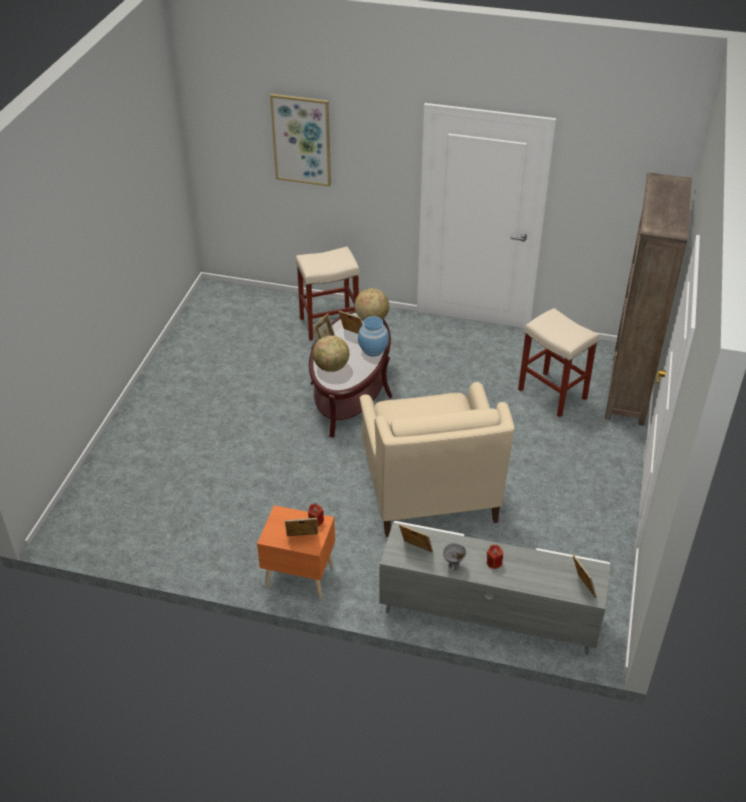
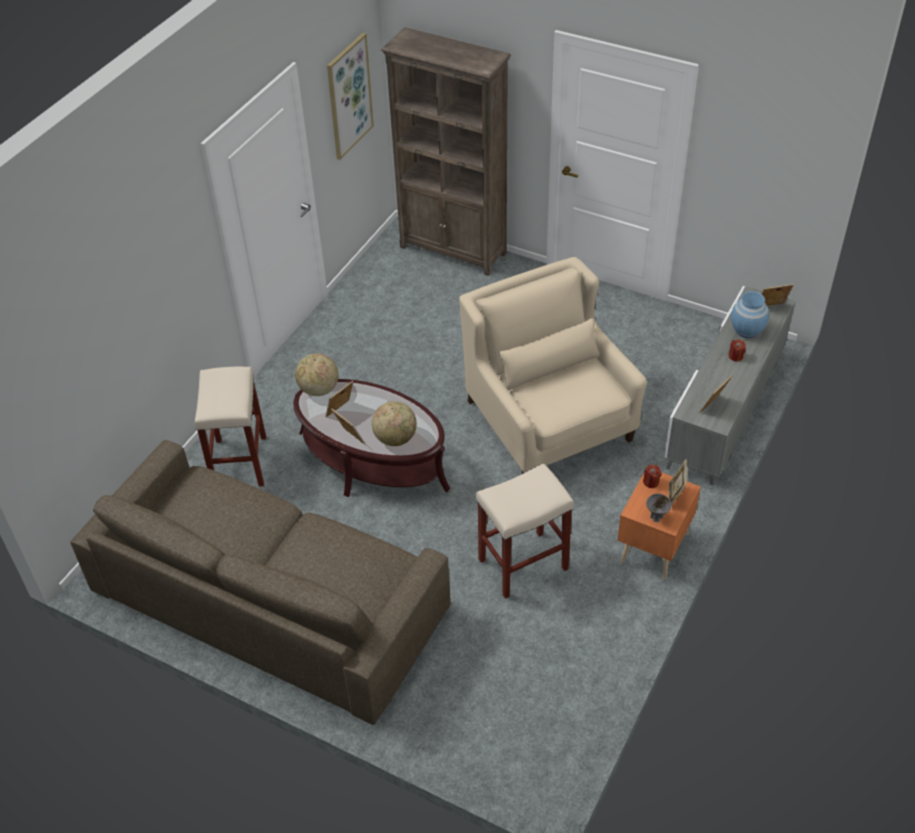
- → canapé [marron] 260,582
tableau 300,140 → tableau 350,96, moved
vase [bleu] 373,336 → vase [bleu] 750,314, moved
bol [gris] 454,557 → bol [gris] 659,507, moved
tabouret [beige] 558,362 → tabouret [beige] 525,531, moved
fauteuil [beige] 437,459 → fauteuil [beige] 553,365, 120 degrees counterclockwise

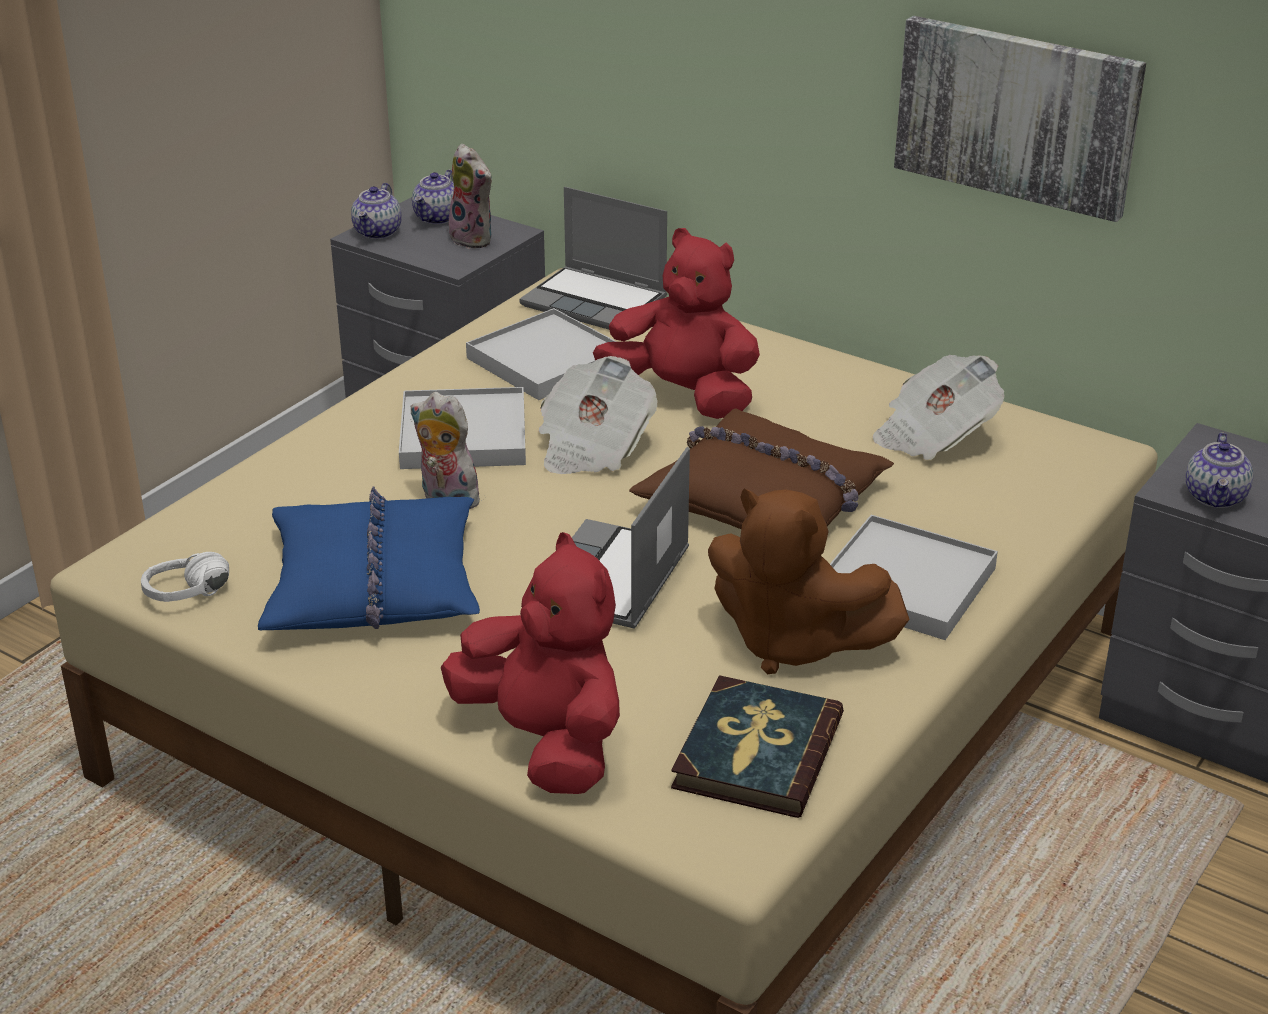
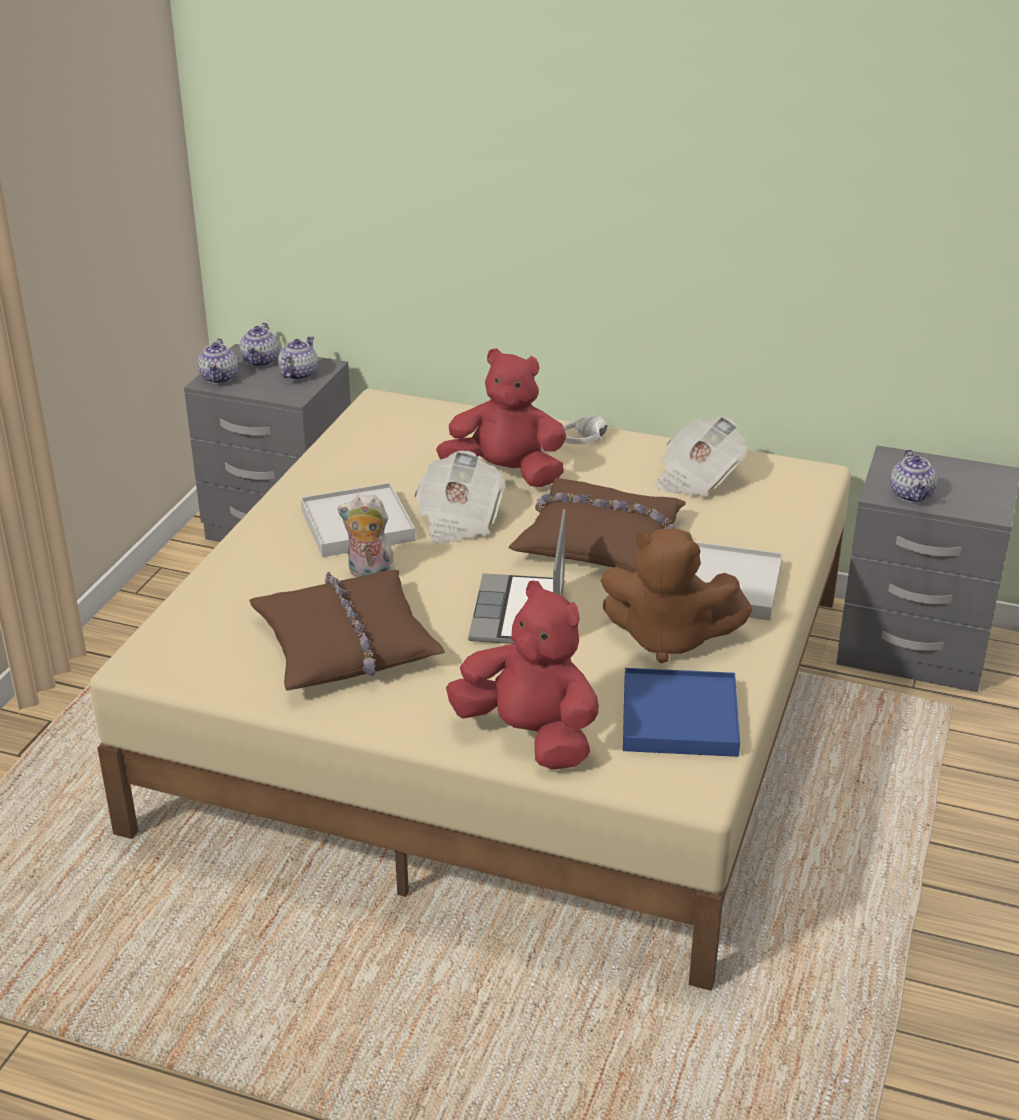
plateau [blanc] 541,354 → -
ordinateur portable 593,258 → -
tableau 1020,119 → -
casque audio [blanc] 185,577 → casque audio [blanc] 585,429, moved
peluche 470,196 → théière 298,358
livre 757,746 → plateau [bleu] 681,712
coussin [bleu] 369,558 → coussin [marron] 347,630

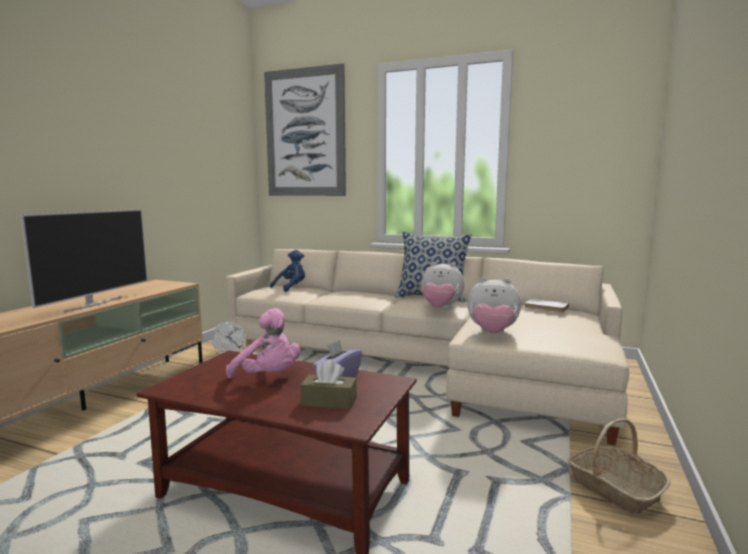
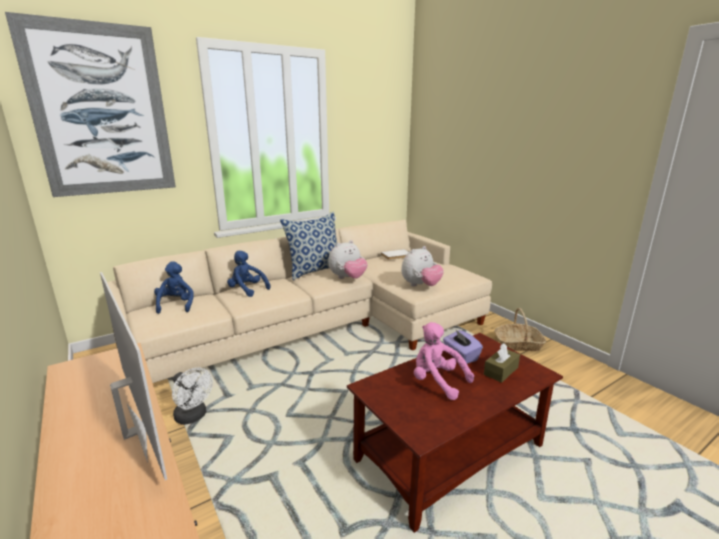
- → peluche [bleu] 248,274
peluche [rose] 263,343 → peluche [rose] 444,361, 120 degrees counterclockwise

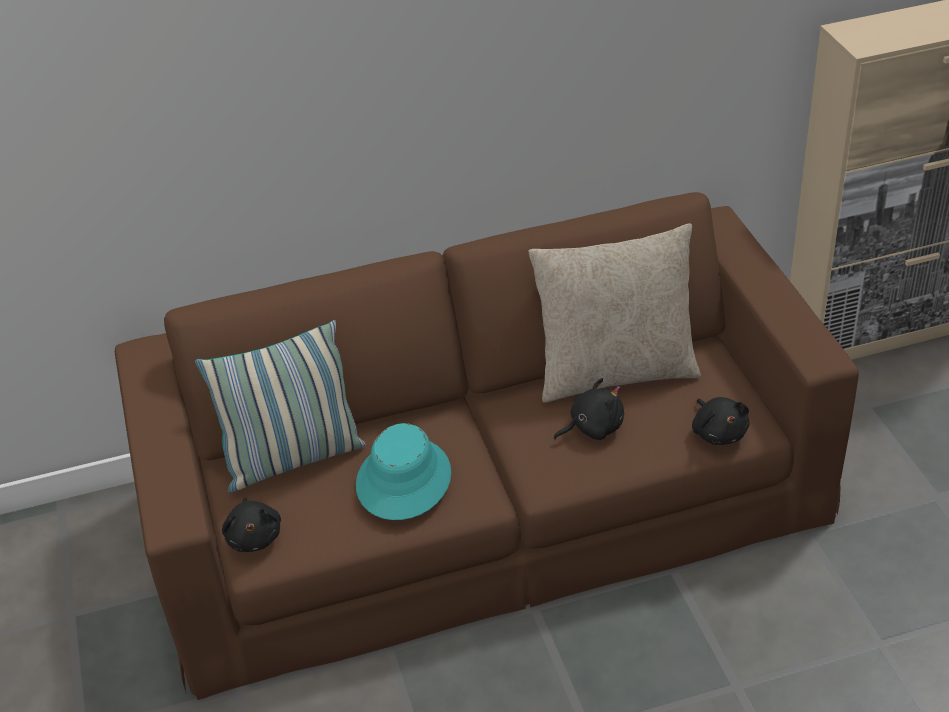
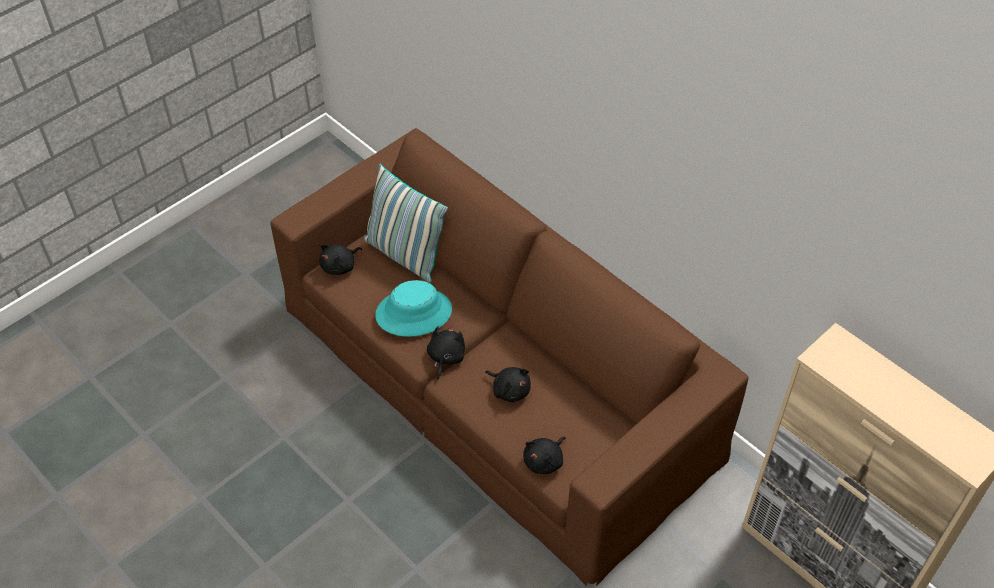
coussin [beige] 614,313 → -
- → peluche [noir] 446,352

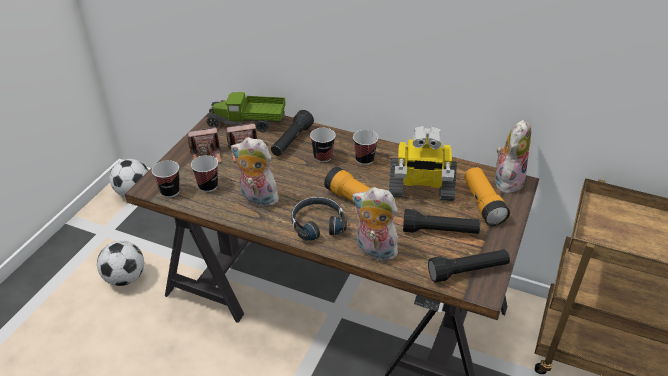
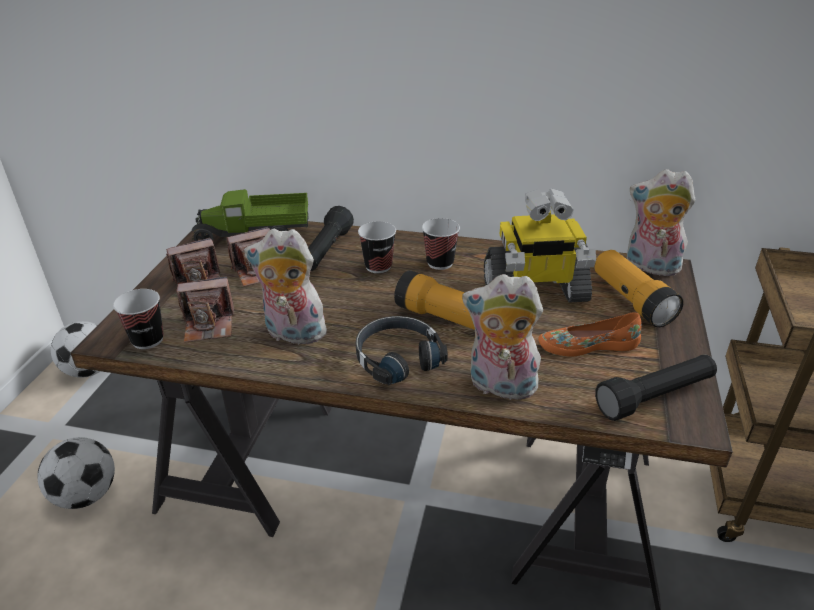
tasse 204,173 → appareil photo 205,309
lampe de poche [noir] 441,221 → chaussure [orange] 590,334
peluche 513,157 → peluche 661,222, 90 degrees counterclockwise

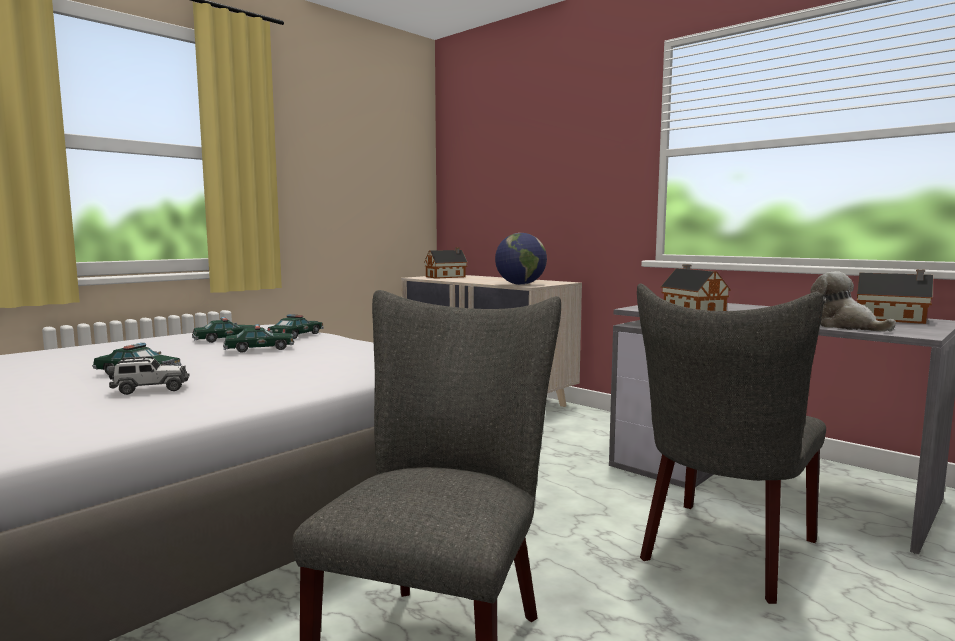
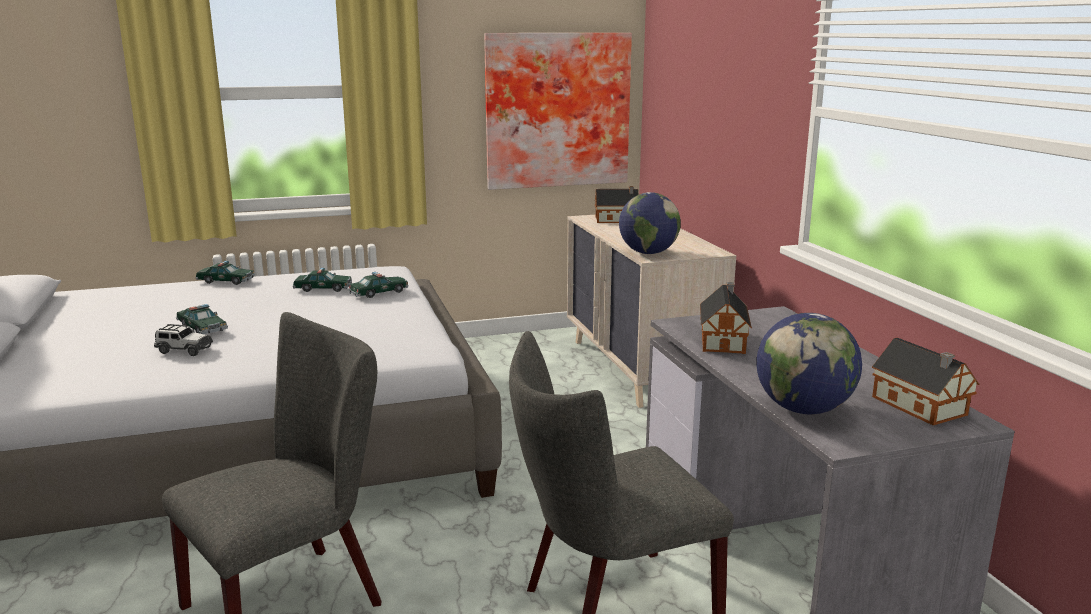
- → tableau 558,111
petite voiture 258,338 → petite voiture 225,273, moved
peluche 853,301 → globe 809,363

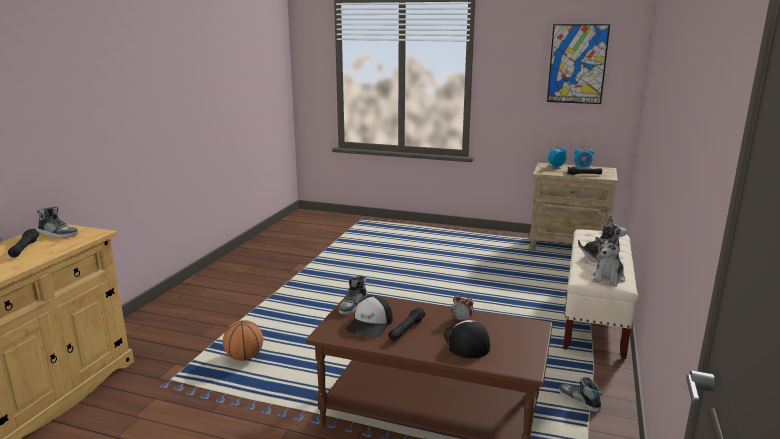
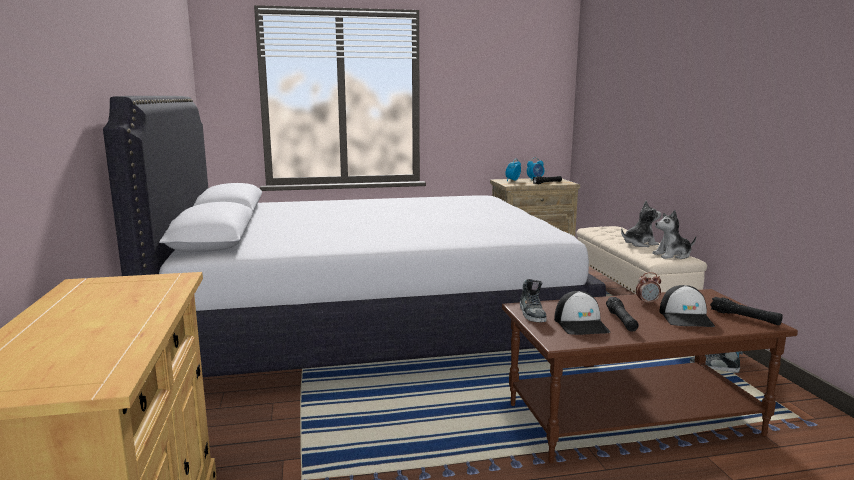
chaussure 57,222 → -
ballon de basket 243,340 → -
tableau 578,64 → -
- → lit [blanc] 354,236
lampe de poche [noir] 23,243 → lampe de poche [noir] 746,311, moved
casquette 466,339 → casquette 687,306, 135 degrees counterclockwise
peluche 609,260 → peluche 674,234, 75 degrees clockwise

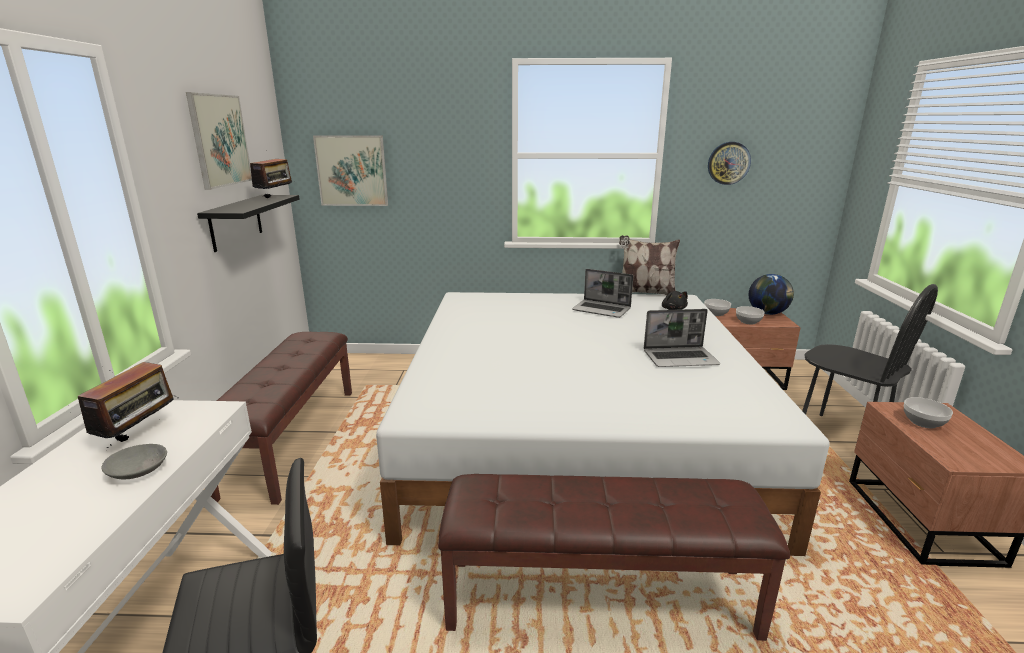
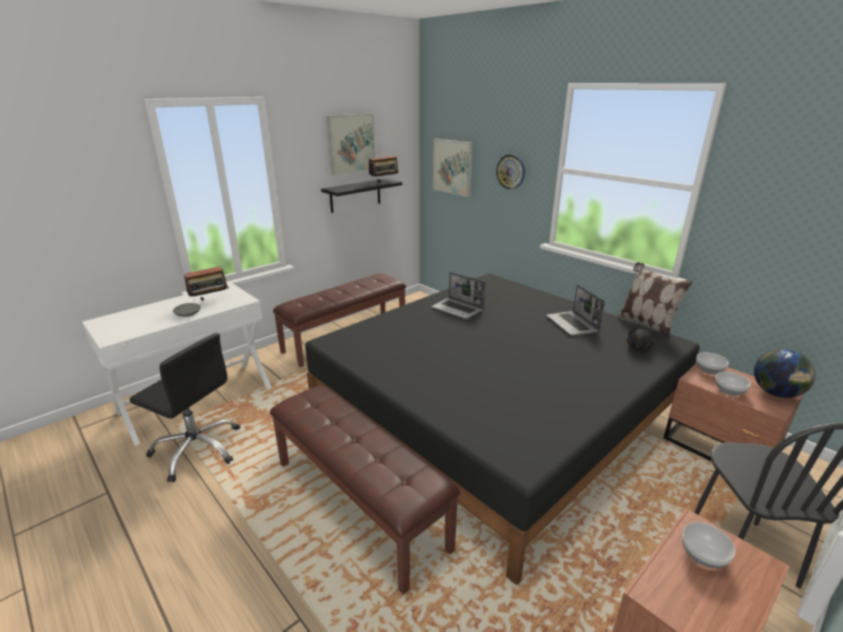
ordinateur portable 682,338 → ordinateur portable 458,295, moved
horloge murale 729,163 → horloge murale 510,171, moved
lit [blanc] 603,424 → lit [noir] 502,429

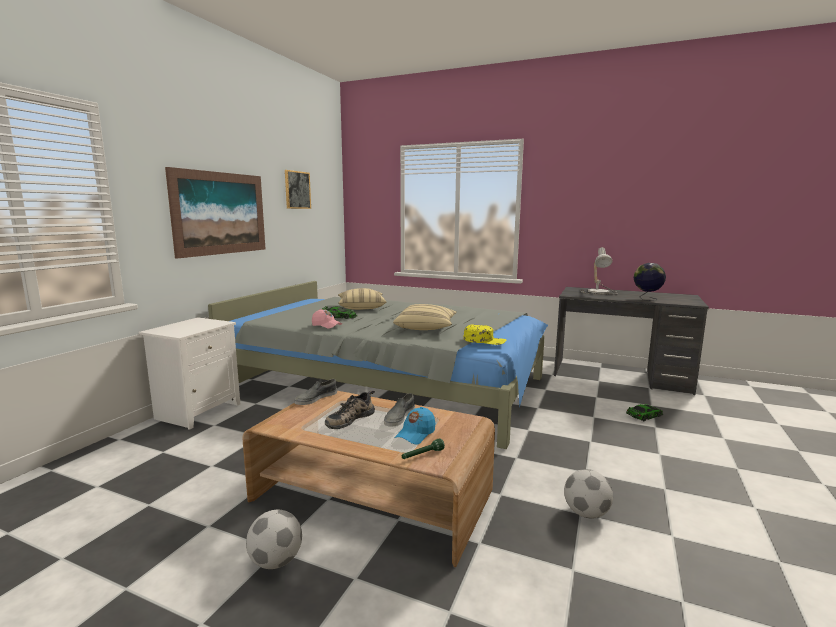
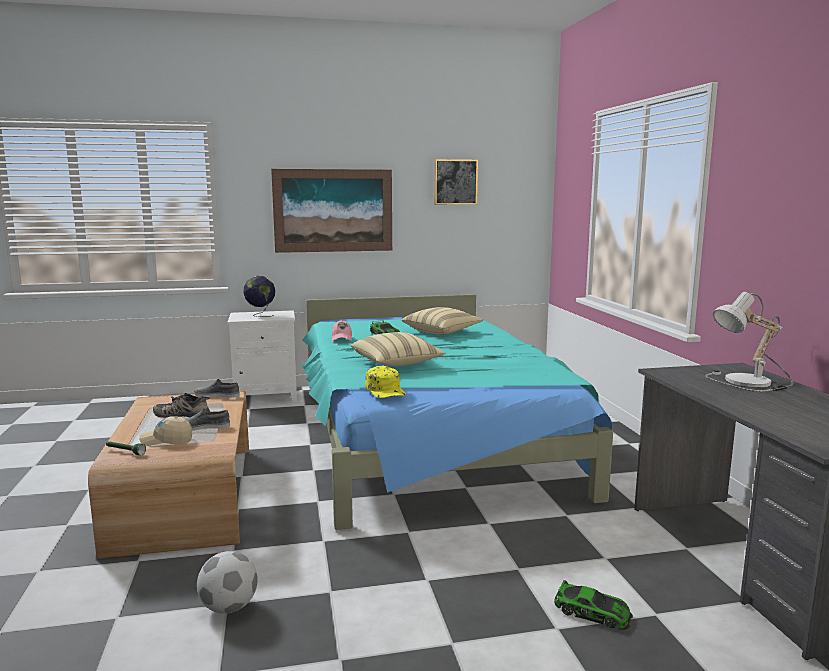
ballon de foot 274,539 → -
globe 650,282 → globe 259,296, moved
lit [gris] 378,365 → lit [turquoise] 457,412
casquette [bleu] 414,426 → casquette [beige] 165,431

